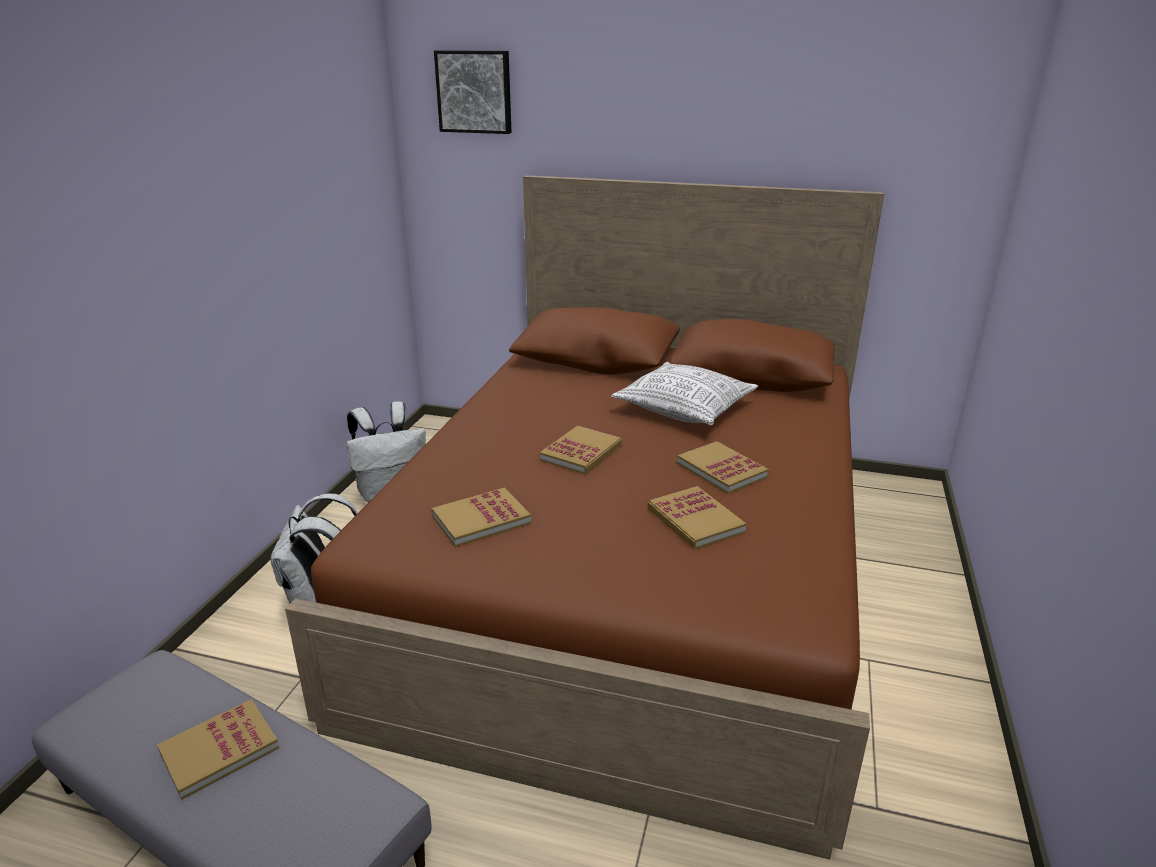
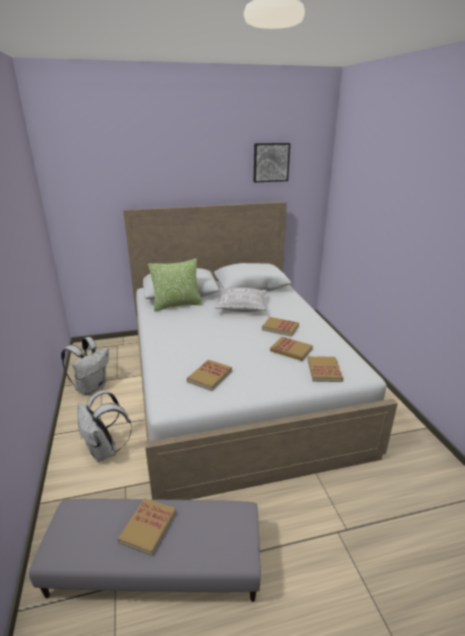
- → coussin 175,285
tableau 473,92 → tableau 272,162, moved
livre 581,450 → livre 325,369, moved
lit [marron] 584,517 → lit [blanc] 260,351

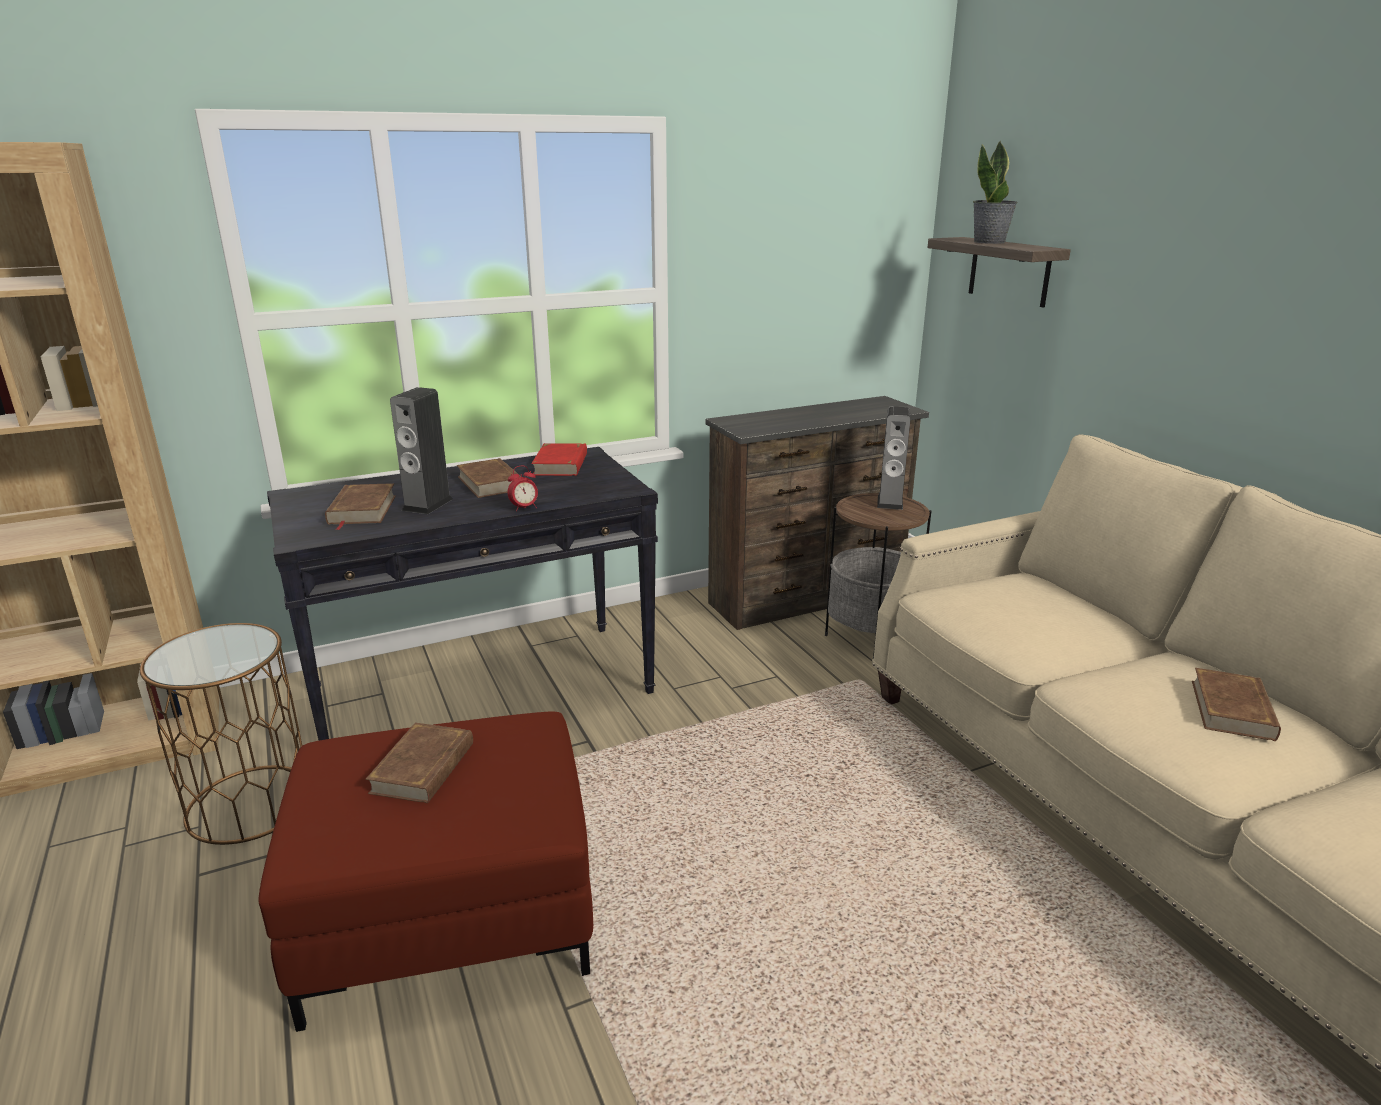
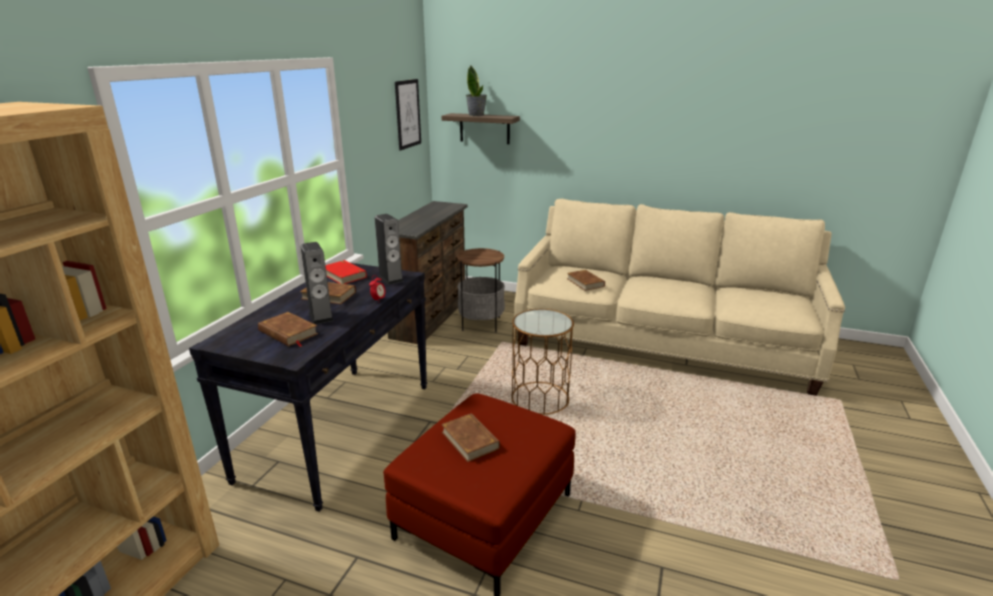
- → tableau 408,114
table d'appoint [marron] 221,734 → table d'appoint [marron] 542,362, moved
enceinte 893,458 → enceinte 389,249, moved
livre [marron] 1236,704 → livre [marron] 586,280, moved

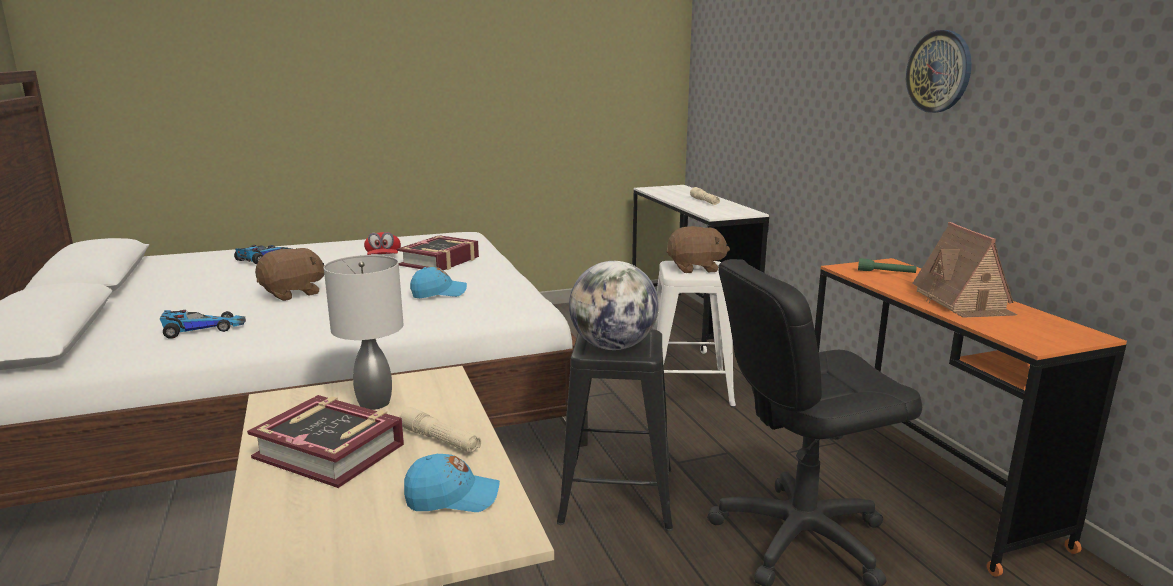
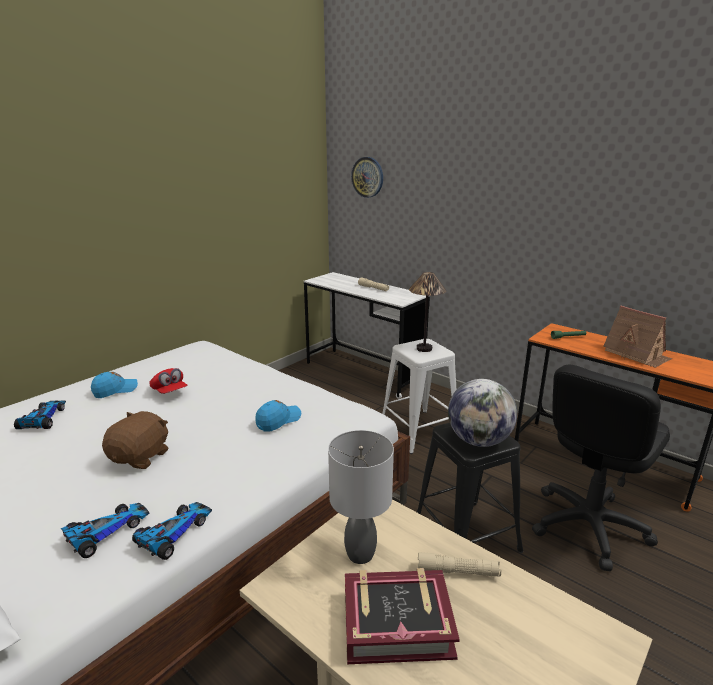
livre 438,252 → -
- → petite voiture 172,531
casquette [bleu] 452,483 → casquette [bleu] 114,385, moved
horloge murale 939,71 → horloge murale 367,177, moved
peluche [marron] 698,249 → lampe de table 427,312

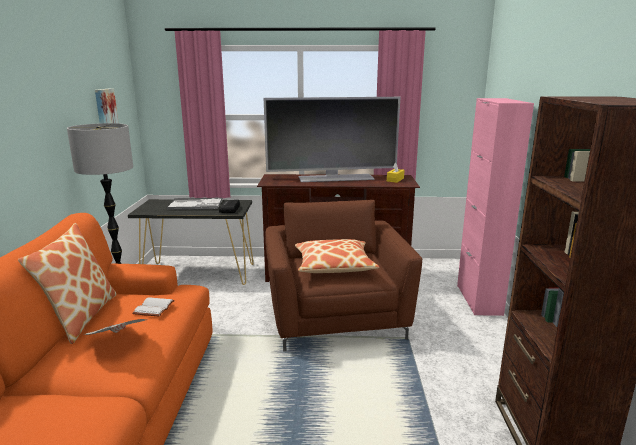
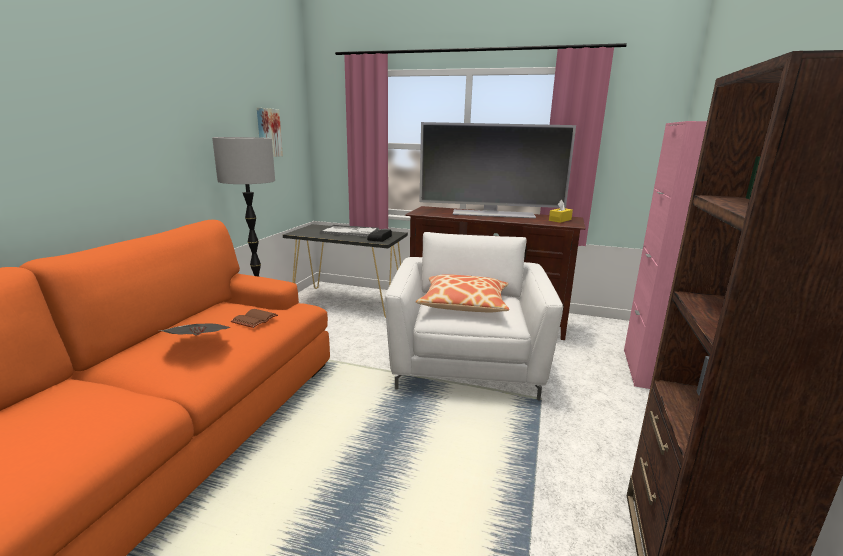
coussin 67,283 → -
livre [blanc] 153,307 → livre [marron] 254,318
fauteuil [marron] 343,275 → fauteuil [blanc] 474,316

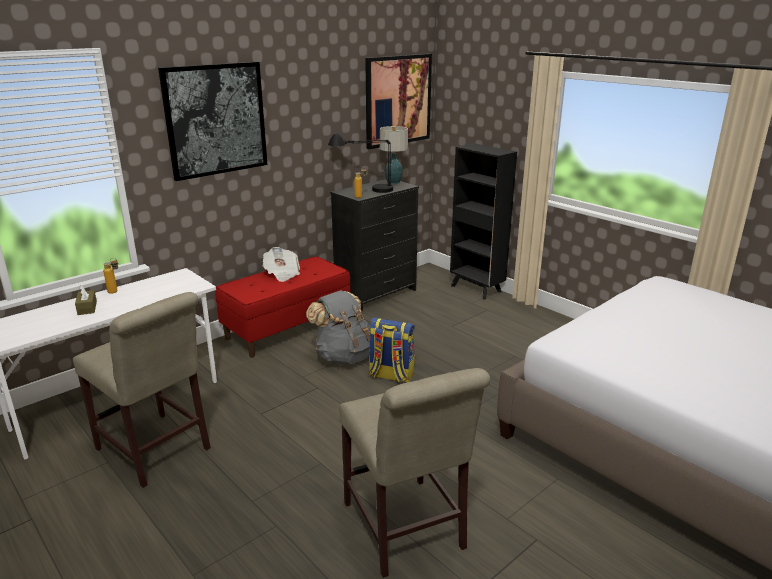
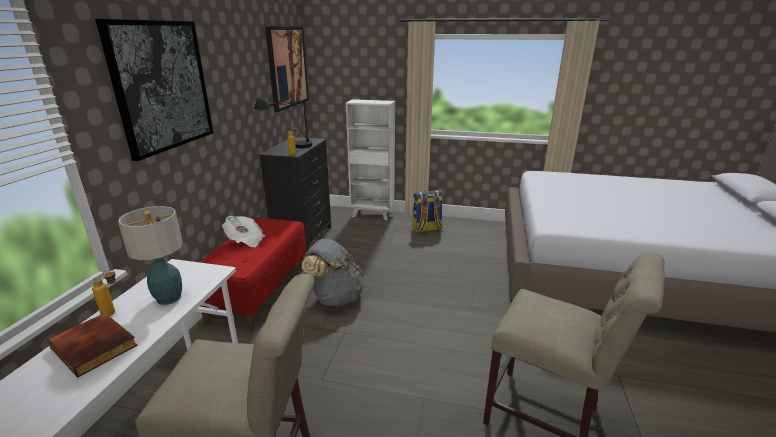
sac à dos 392,350 → sac à dos 427,211, moved
lampe de table 394,155 → lampe de table 150,255, moved
boîte à mouchoirs [marron] 86,300 → livre 92,345
bibliothèque [noir] 483,221 → bibliothèque [blanc] 370,160

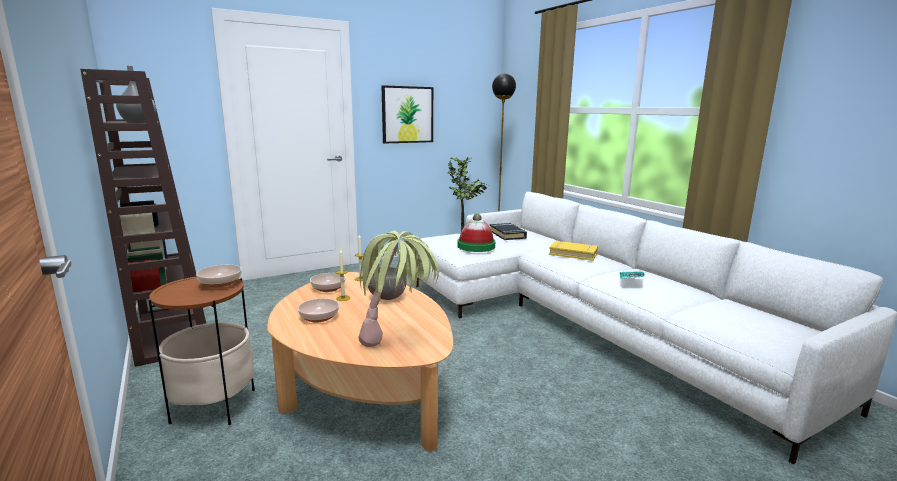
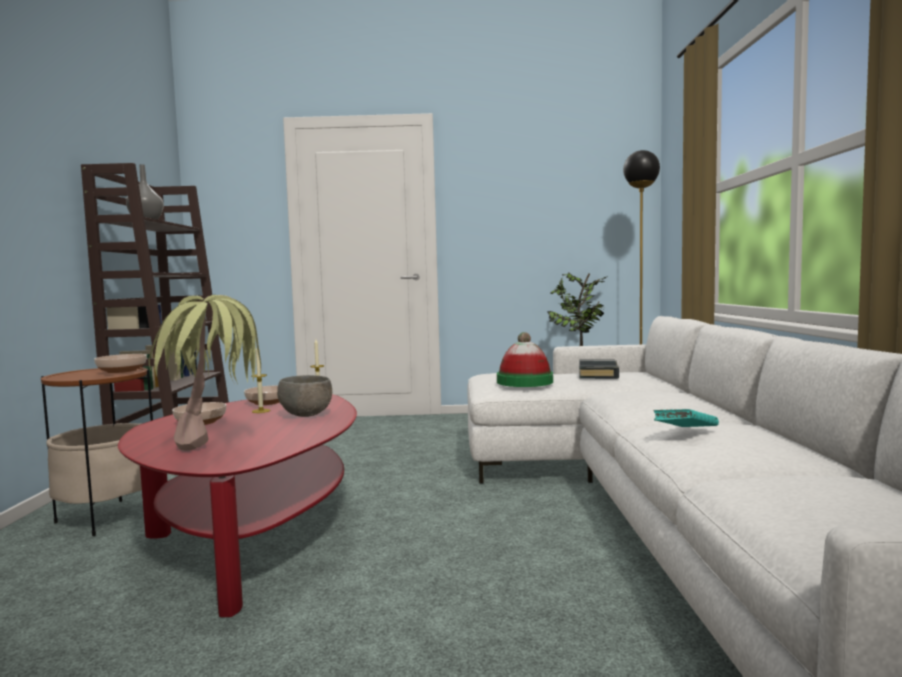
tableau 407,114 → -
livre [jaune] 573,251 → -
table basse [beige] 360,362 → table basse [rouge] 237,505

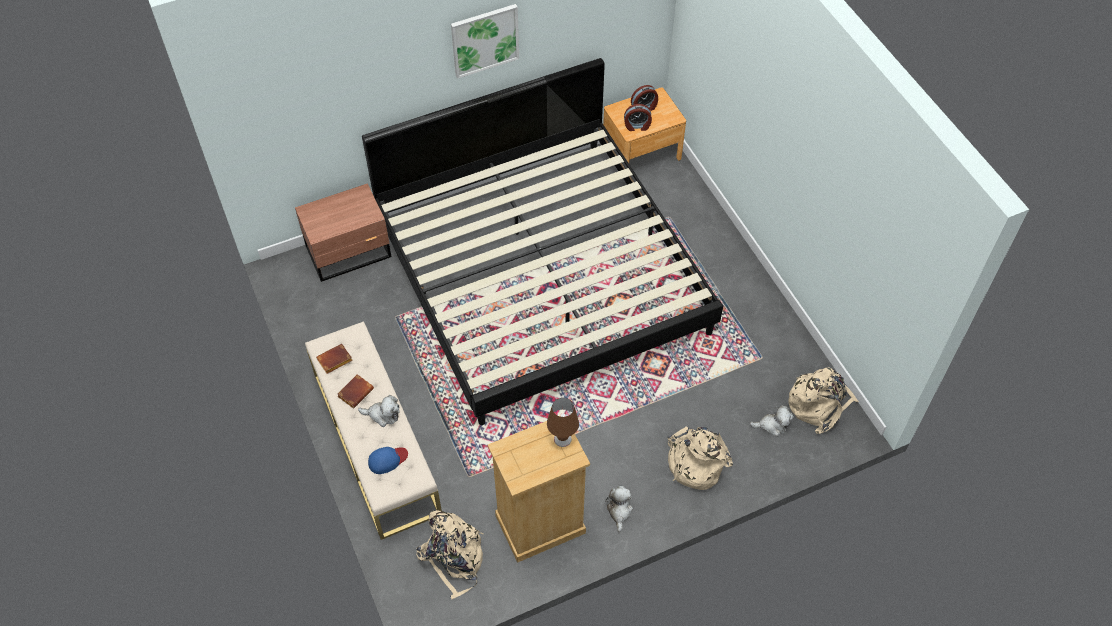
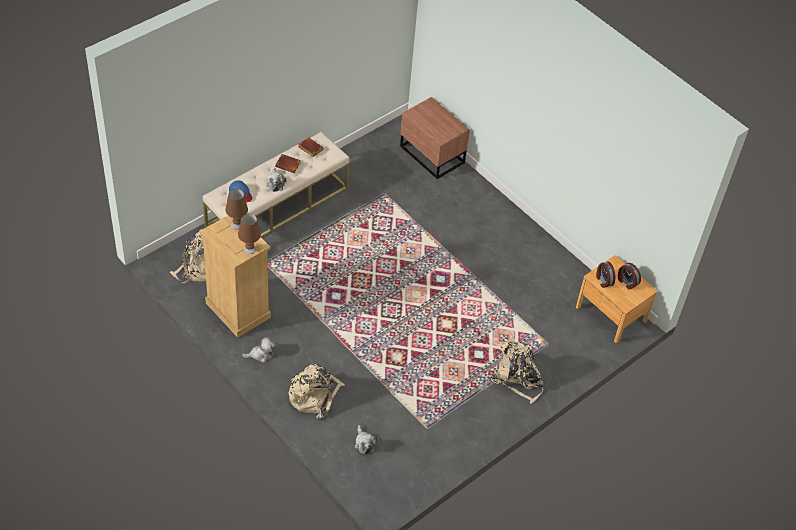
lit 542,241 → -
tableau 485,41 → -
- → lampe de table [marron] 236,209
sac à dos [beige] 823,401 → sac à dos [beige] 518,373, moved

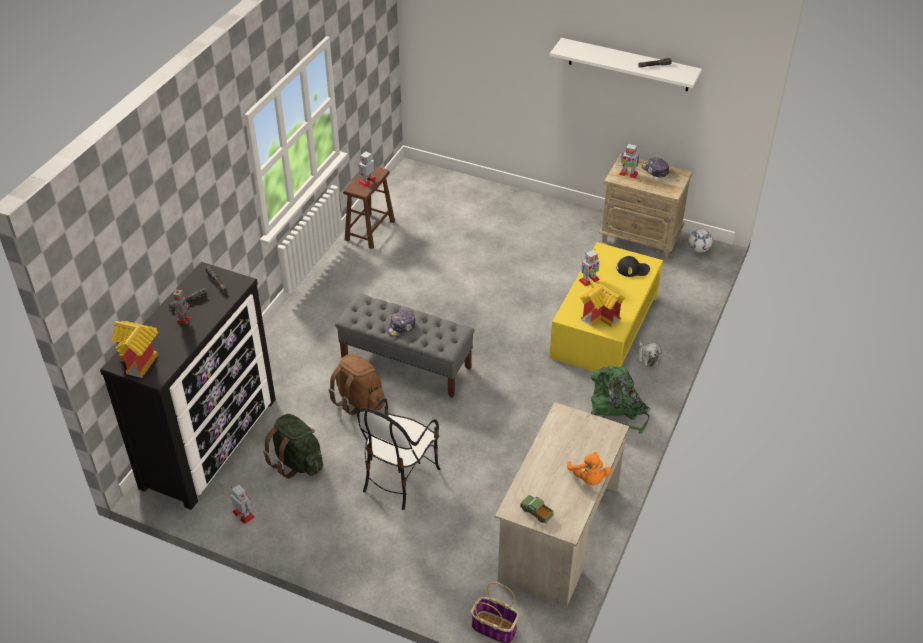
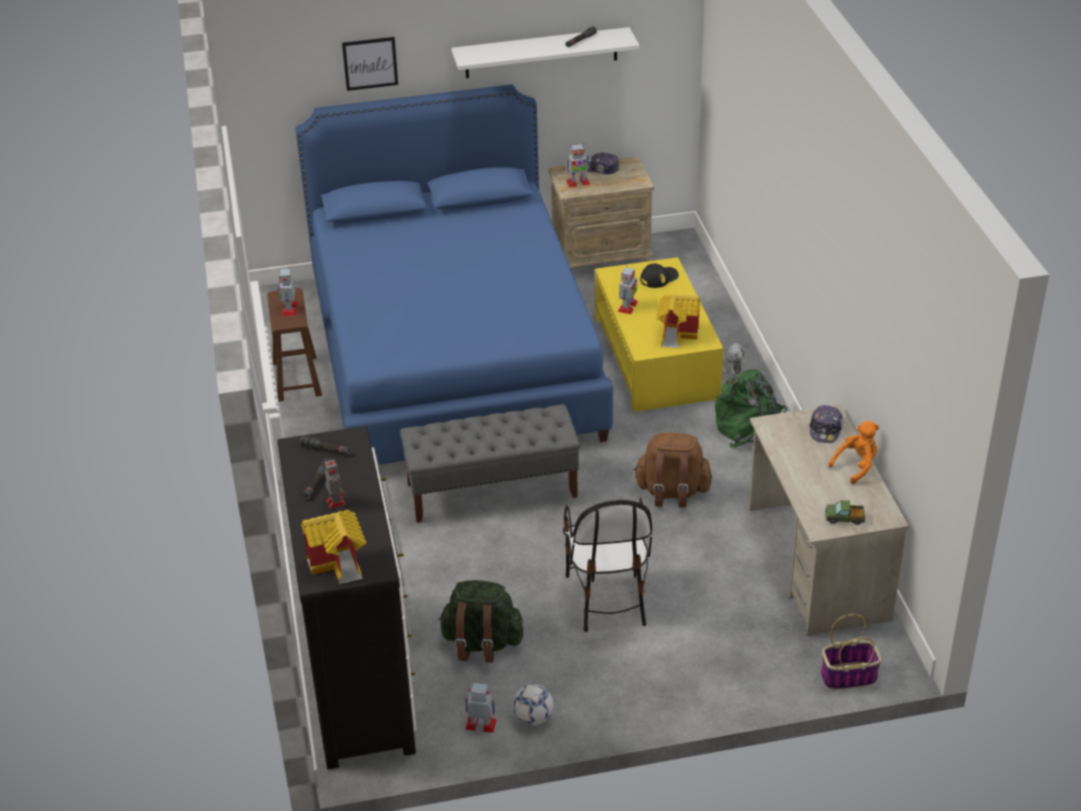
- → lit [bleu] 454,274
- → tableau 370,64
sac à dos [marron] 356,384 → sac à dos [marron] 672,469, moved
casquette 400,323 → casquette 826,424, moved
ballon de foot 700,240 → ballon de foot 533,705, moved
peluche [orange] 589,468 → peluche [orange] 853,452, 75 degrees counterclockwise

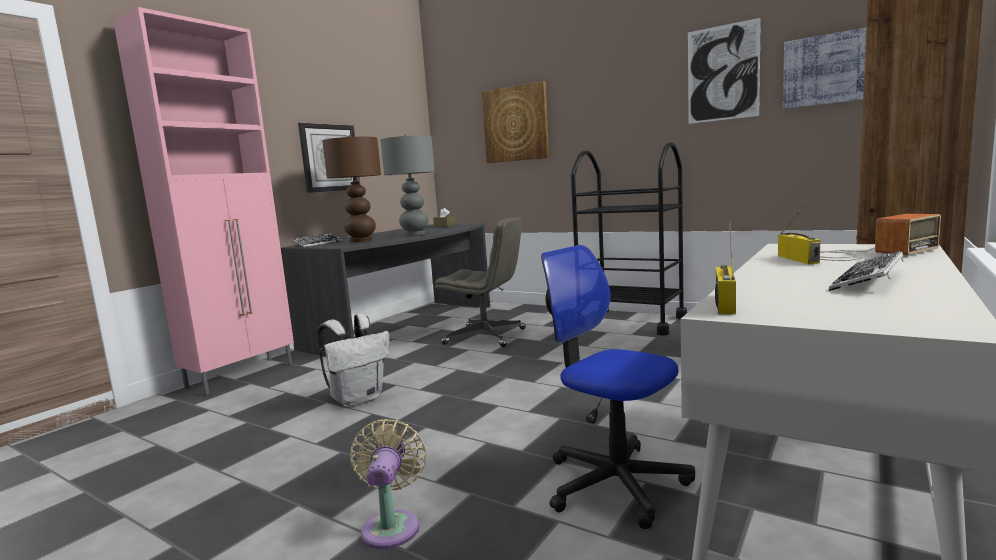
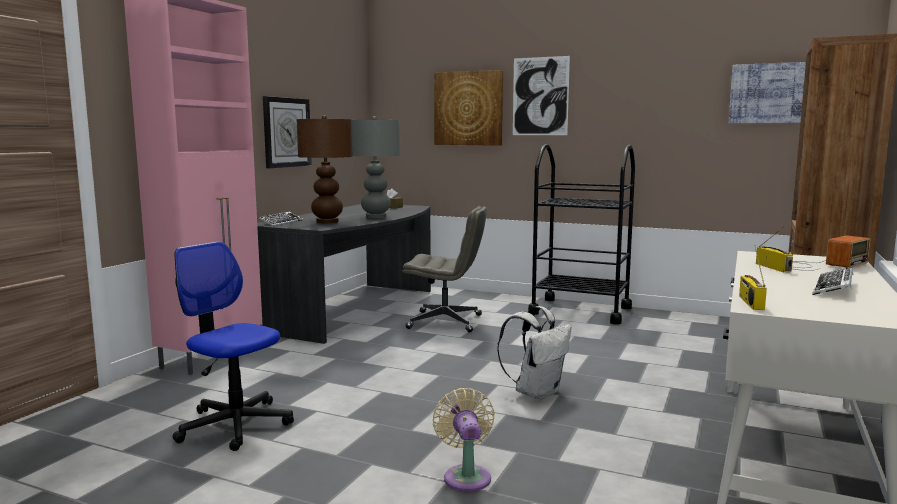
sac à dos [blanc] 353,360 → sac à dos [blanc] 534,353, moved
chaise de bureau 618,387 → chaise de bureau 233,346, moved
tableau 724,71 → tableau 541,95, moved

